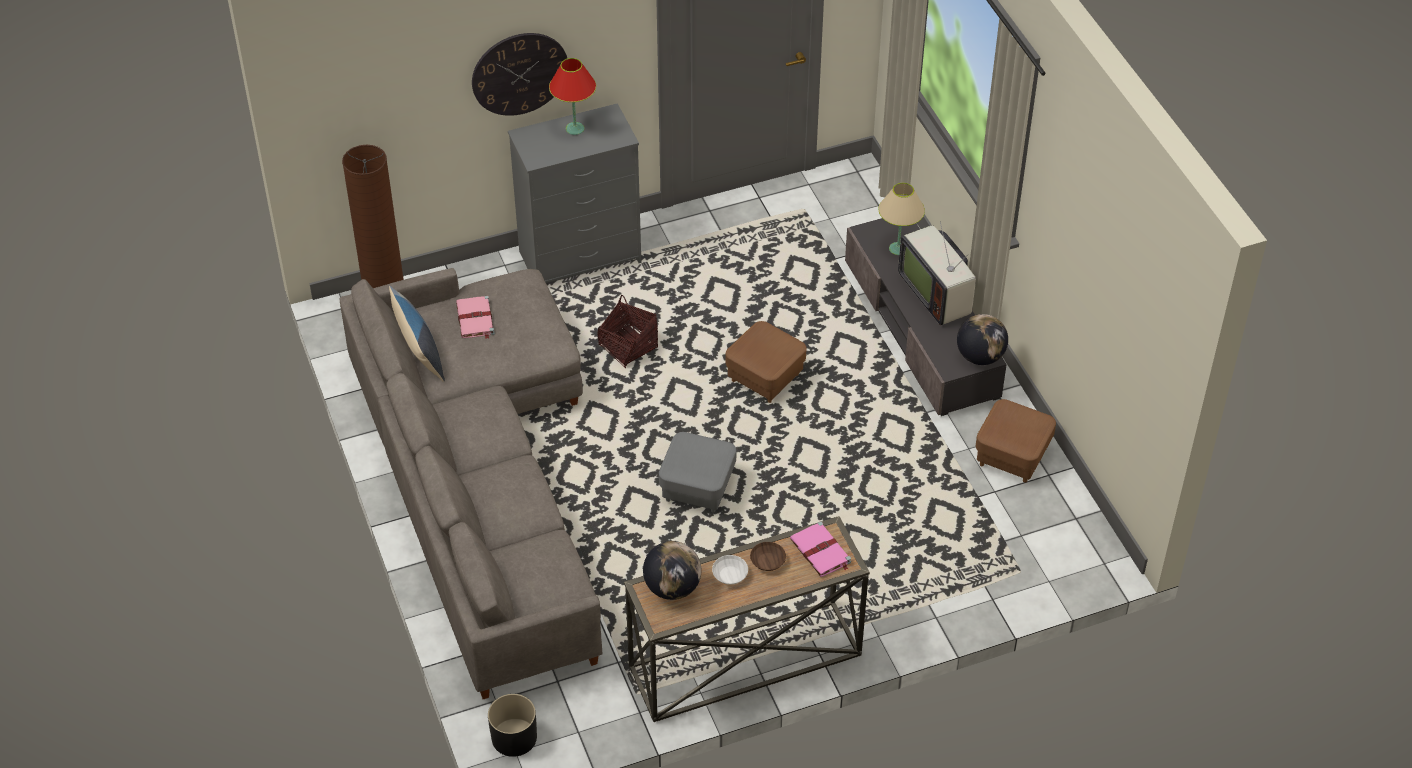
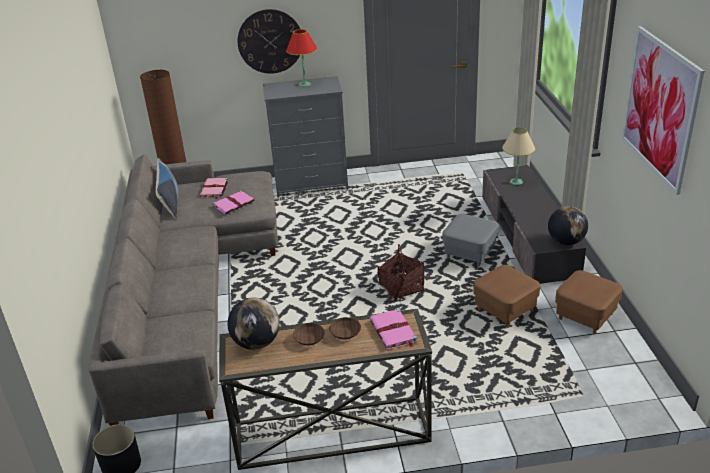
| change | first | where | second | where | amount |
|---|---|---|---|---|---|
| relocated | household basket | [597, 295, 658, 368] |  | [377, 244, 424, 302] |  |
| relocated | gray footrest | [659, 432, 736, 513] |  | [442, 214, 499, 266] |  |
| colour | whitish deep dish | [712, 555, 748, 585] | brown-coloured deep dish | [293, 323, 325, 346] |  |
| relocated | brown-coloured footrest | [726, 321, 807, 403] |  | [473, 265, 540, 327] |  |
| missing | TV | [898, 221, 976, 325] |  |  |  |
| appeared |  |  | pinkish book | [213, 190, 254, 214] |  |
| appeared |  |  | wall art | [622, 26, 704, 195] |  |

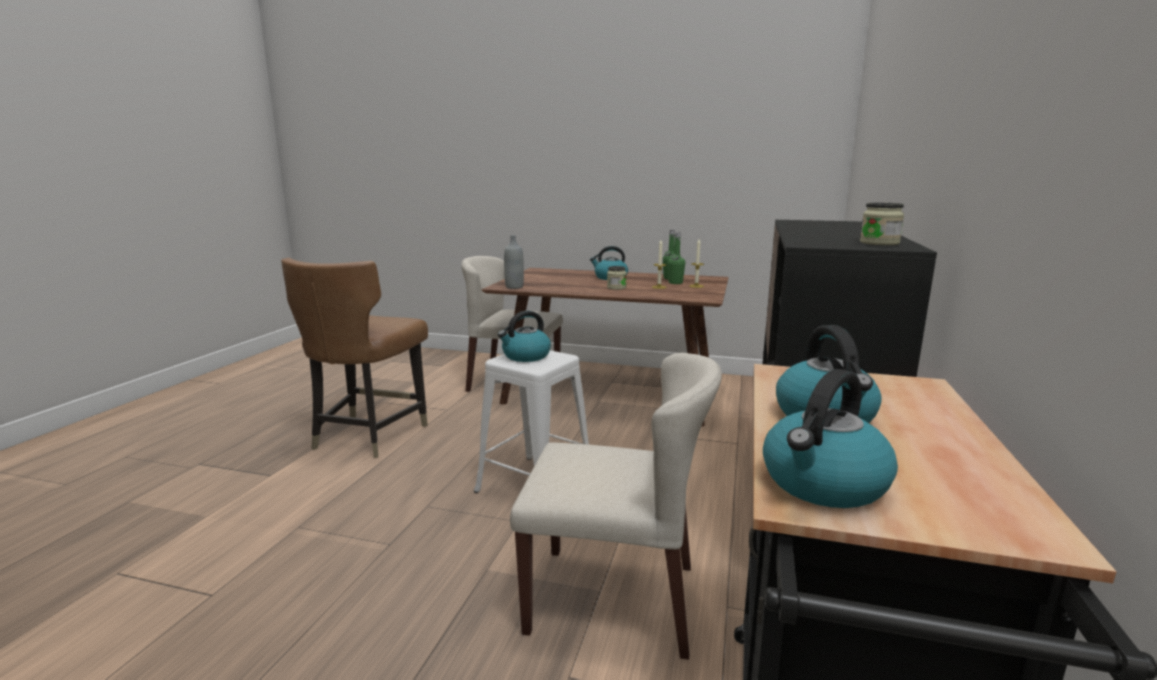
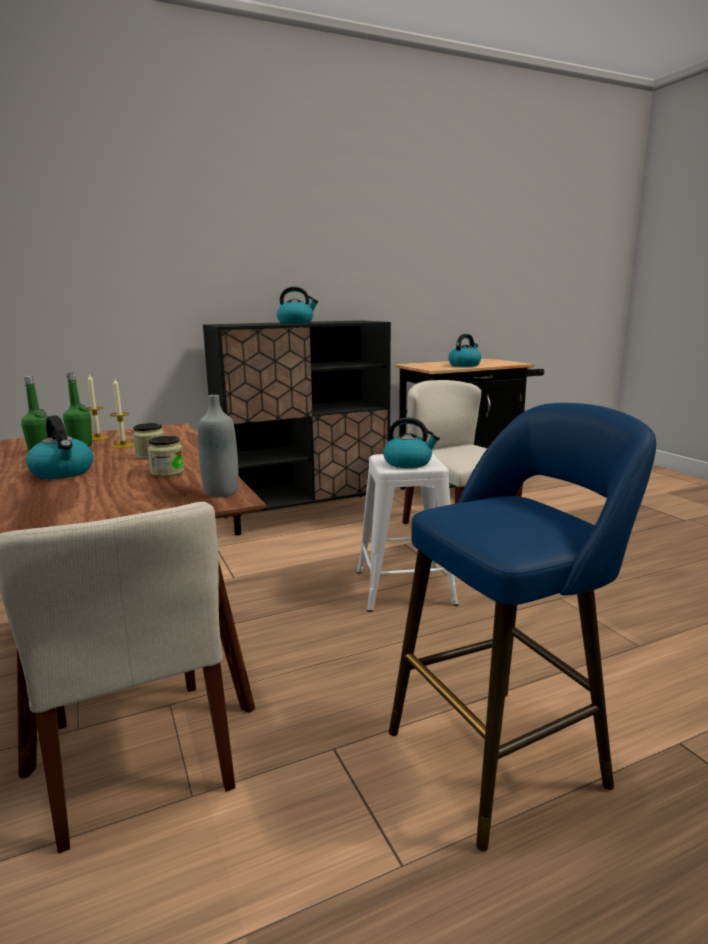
| change | first | where | second | where | amount |
|---|---|---|---|---|---|
| exchanged | brown-coloured chair | [281, 258, 428, 458] | blue sitting stool | [389, 403, 656, 852] |  |
| relocated | kettle | [763, 369, 898, 508] |  | [277, 287, 318, 324] |  |
| relocated | preserve jar | [860, 203, 904, 245] |  | [148, 436, 184, 477] |  |

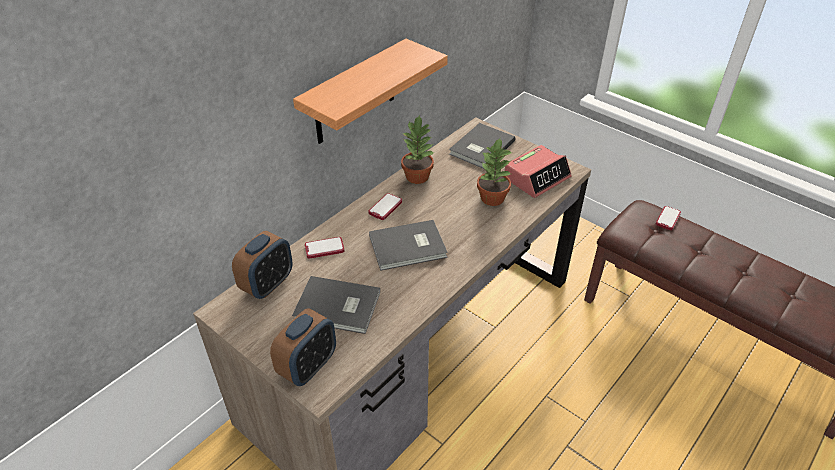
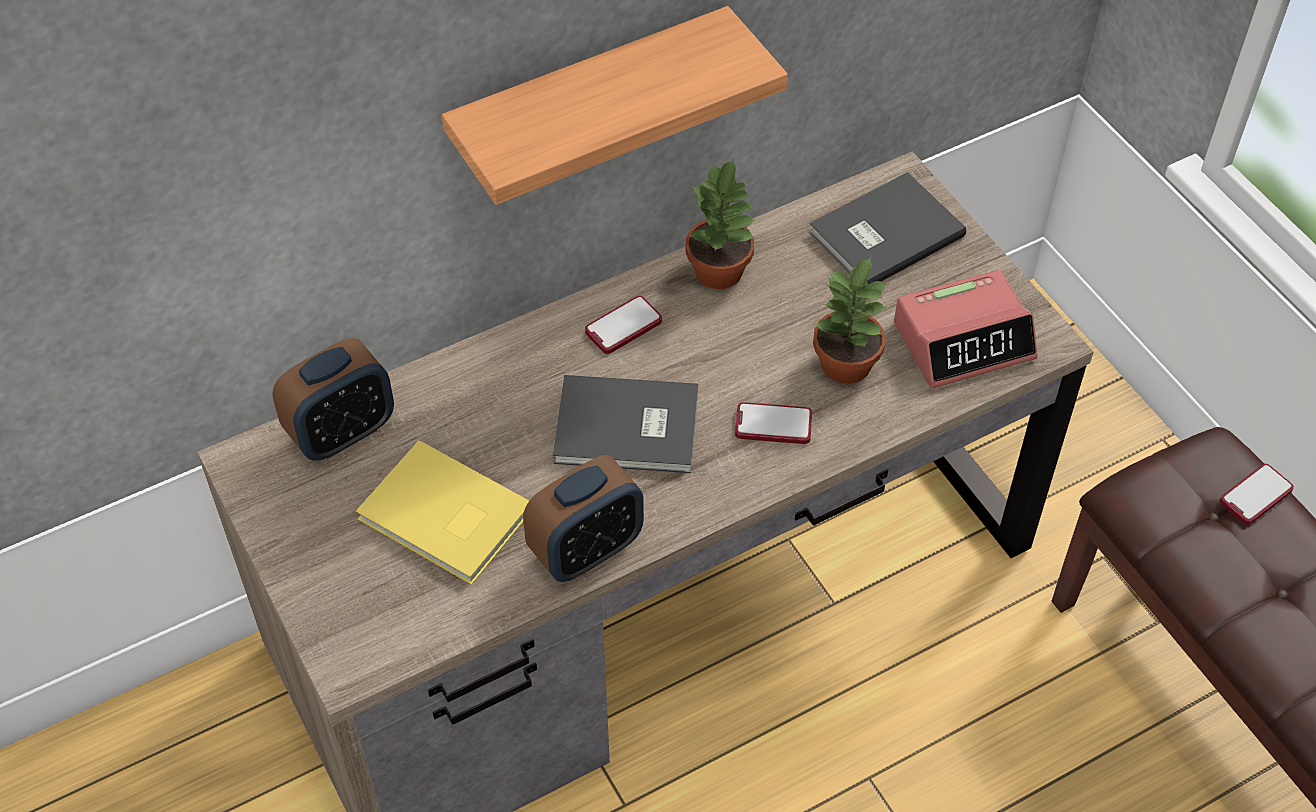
| change | first | where | second | where | amount |
|---|---|---|---|---|---|
| relocated | bedside clock | [270, 308, 336, 386] |  | [523, 455, 644, 582] |  |
| colour | gray book | [292, 276, 380, 334] | yellow book | [356, 440, 529, 585] |  |
| relocated | telephone | [305, 237, 344, 259] |  | [735, 402, 812, 444] |  |

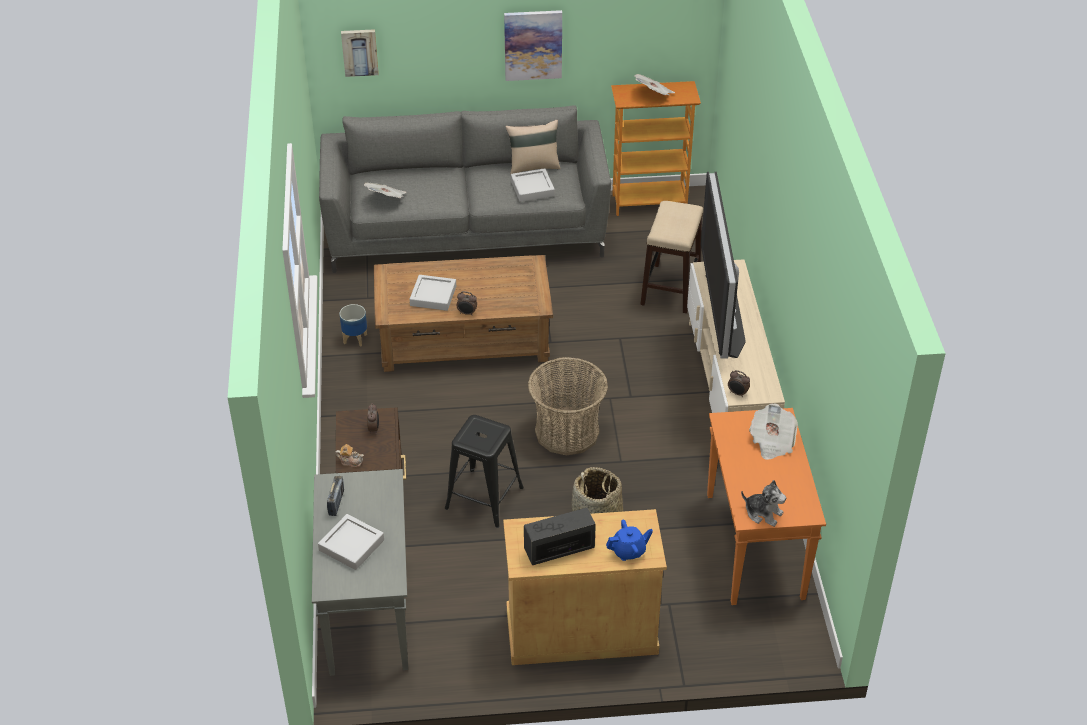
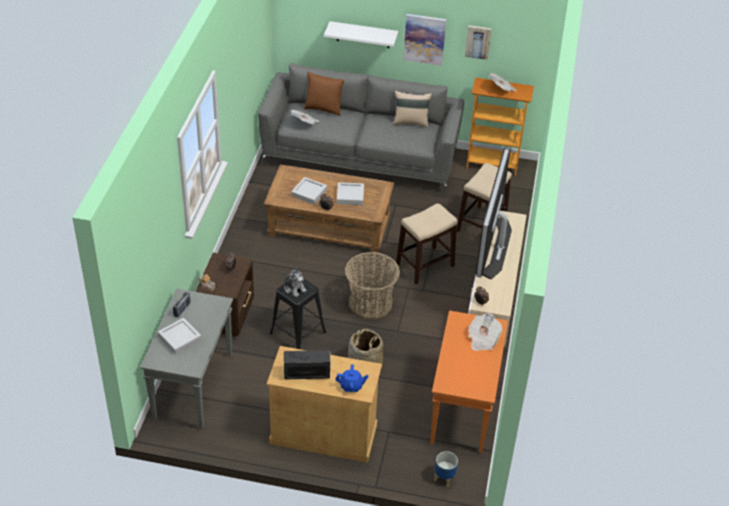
| change | first | where | second | where | amount |
|---|---|---|---|---|---|
| relocated | flower pot | [339, 304, 367, 347] |  | [434, 451, 458, 487] |  |
| relocated | wall art | [341, 29, 379, 77] |  | [465, 25, 492, 60] |  |
| relocated | gray carrying tray | [511, 168, 555, 202] |  | [337, 182, 364, 205] |  |
| relocated | plush toy | [741, 480, 786, 527] |  | [284, 267, 307, 297] |  |
| appeared |  |  | brown-coloured cushion | [304, 72, 345, 116] |  |
| appeared |  |  | whitish wall shelf | [324, 21, 398, 48] |  |
| appeared |  |  | sitting stool | [396, 204, 458, 284] |  |

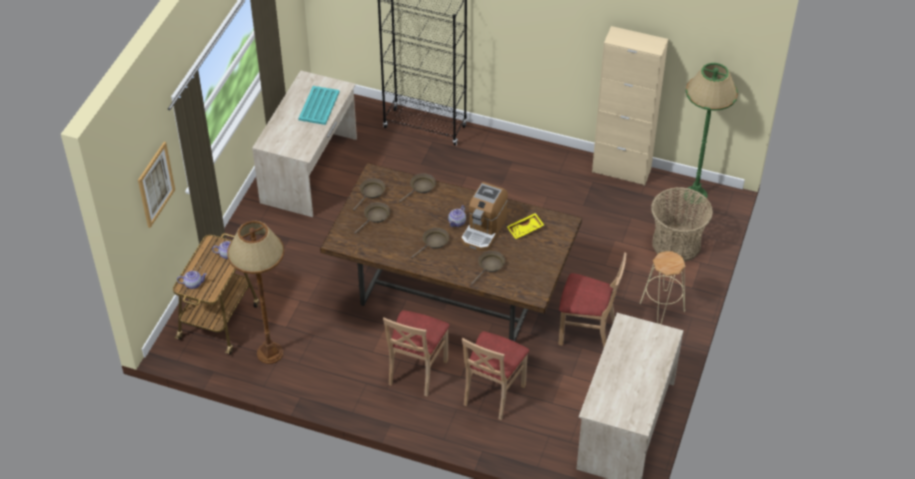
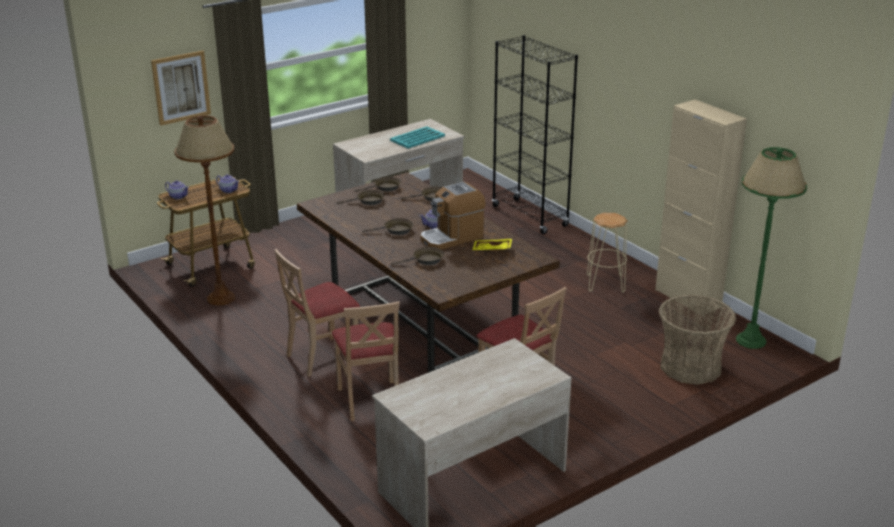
| change | first | where | second | where | amount |
|---|---|---|---|---|---|
| spun | beige-coloured chair | [462, 331, 529, 420] |  | [332, 301, 400, 421] | 75 degrees counterclockwise |
| relocated | beige-coloured sitting stool | [640, 251, 686, 324] |  | [587, 213, 627, 292] |  |

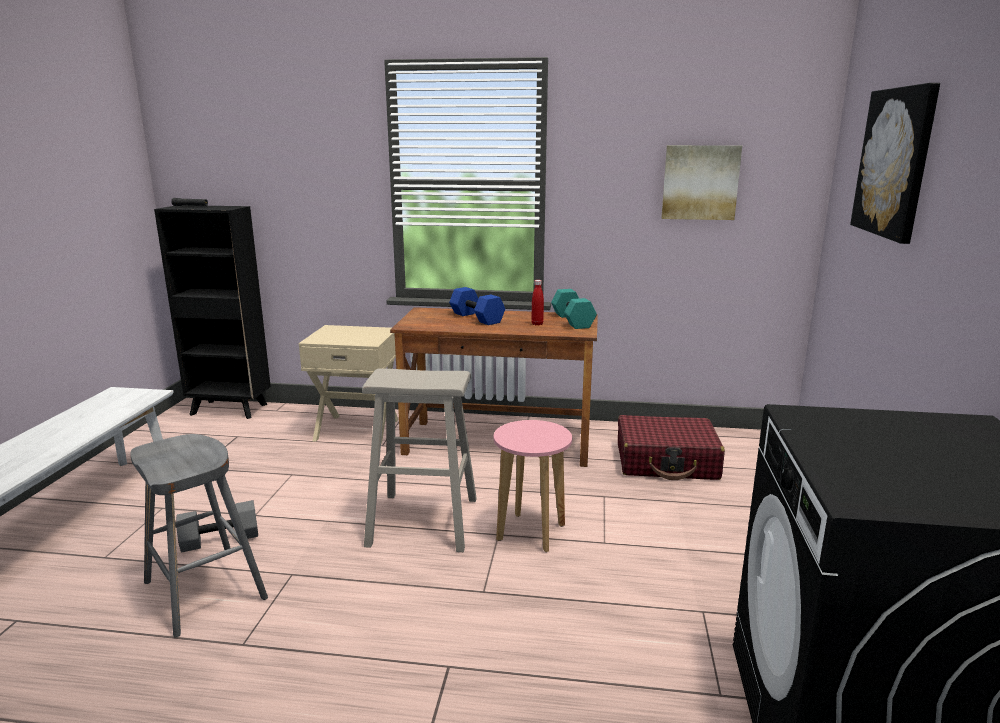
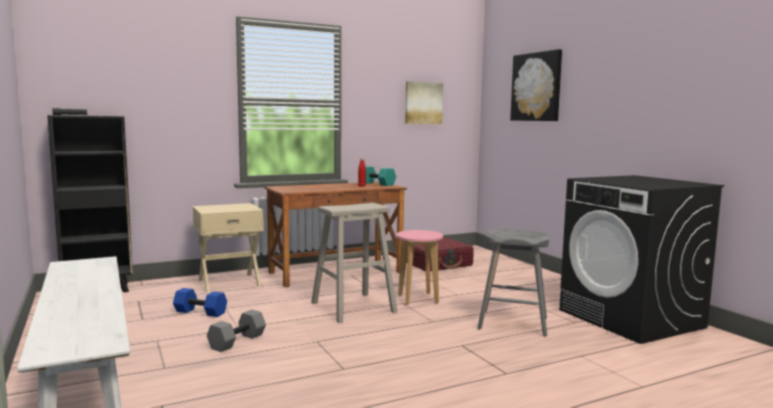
| change | first | where | second | where | amount |
|---|---|---|---|---|---|
| relocated | gray sitting stool | [130, 434, 268, 637] |  | [477, 229, 549, 337] |  |
| relocated | blue hand weight | [449, 287, 505, 325] |  | [173, 288, 227, 317] |  |

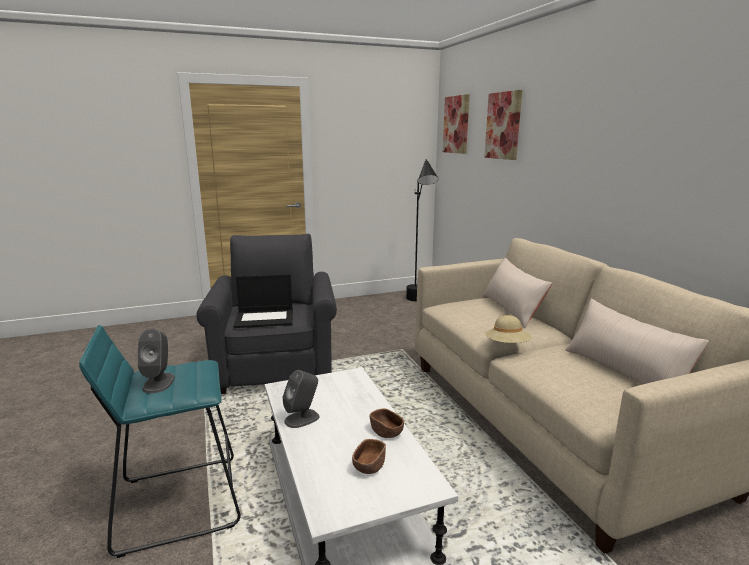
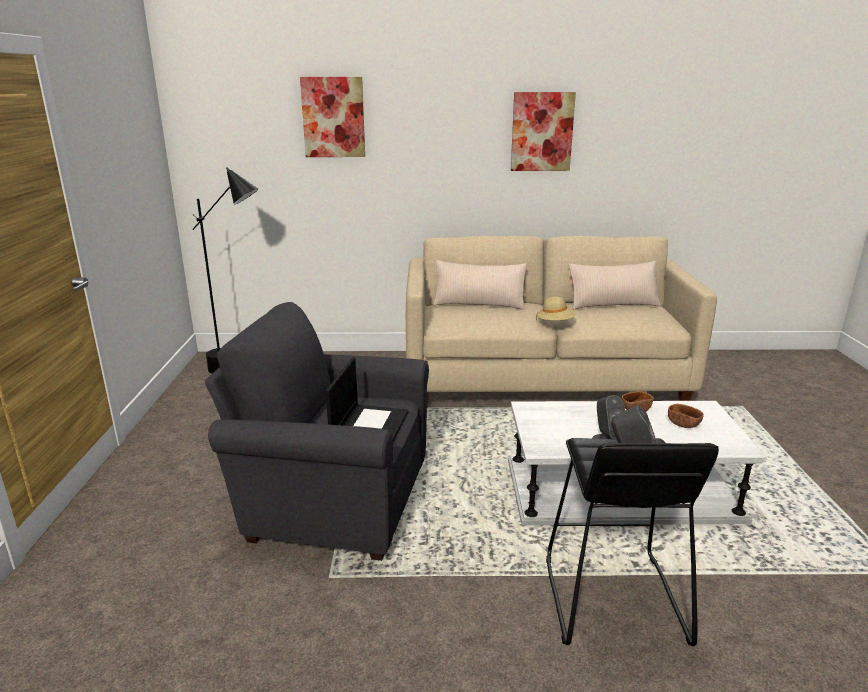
| change | first | where | second | where | amount |
|---|---|---|---|---|---|
| colour | turquoise sitting stool | [79, 325, 241, 558] | blackish sitting stool | [546, 438, 719, 646] |  |
| relocated | wall art | [443, 94, 470, 154] |  | [511, 92, 576, 171] |  |

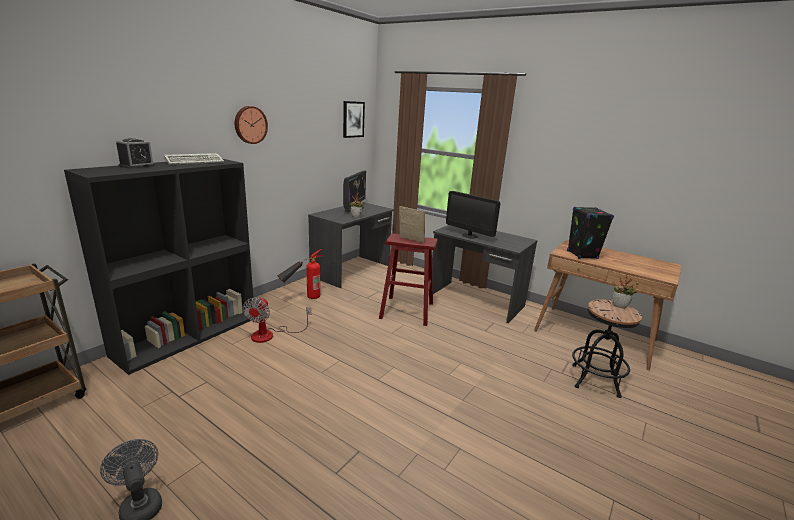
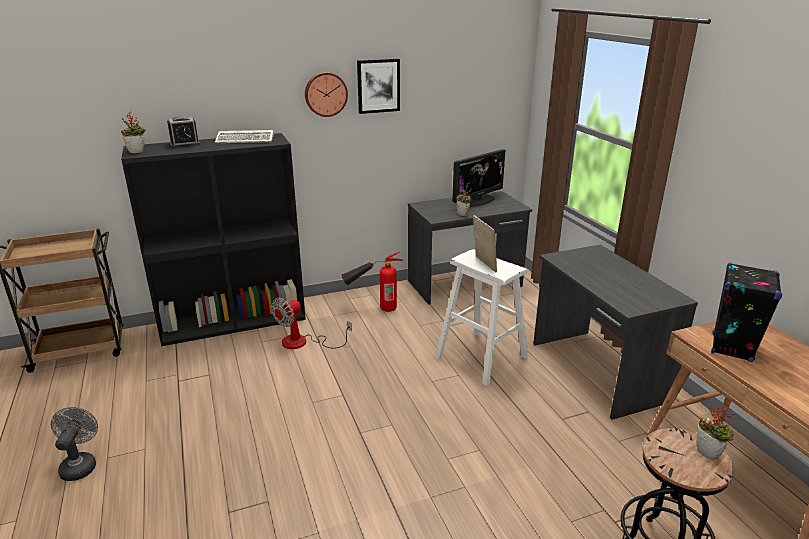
| change | first | where | second | where | amount |
|---|---|---|---|---|---|
| relocated | wall art | [343, 101, 365, 138] |  | [357, 59, 400, 114] |  |
| colour | reddish sitting stool | [379, 234, 438, 326] | whitish sitting stool | [435, 249, 528, 386] |  |
| missing | computer screen | [446, 191, 500, 238] |  |  |  |
| appeared |  |  | potted plant | [121, 112, 146, 153] |  |

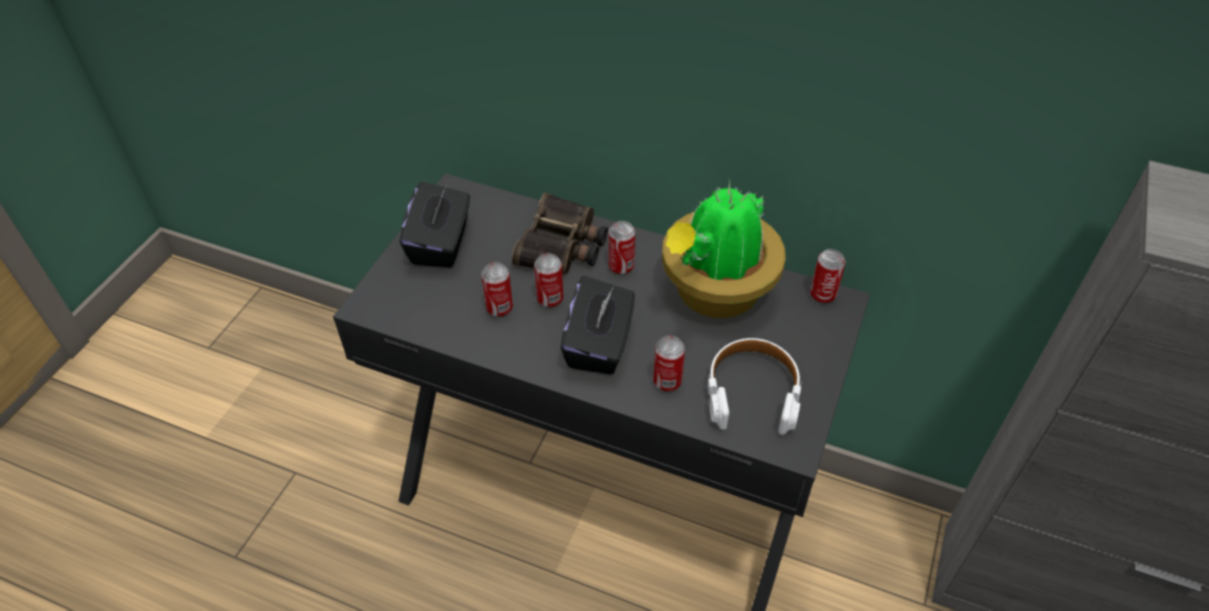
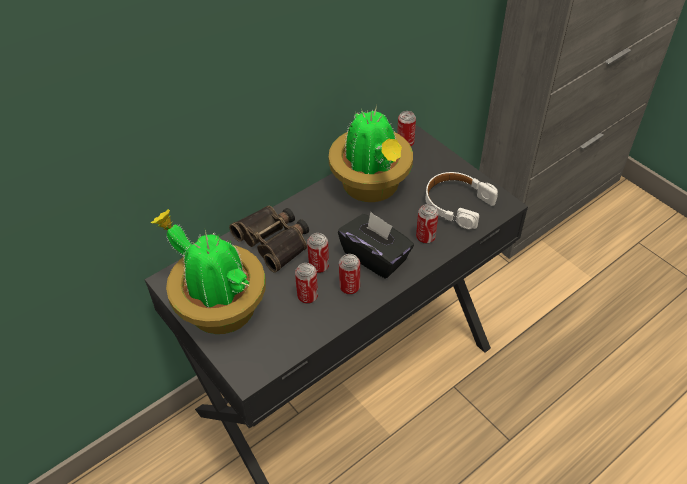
| change | first | where | second | where | amount |
|---|---|---|---|---|---|
| exchanged | blackish tissue box | [400, 181, 470, 268] | potted plant | [151, 209, 266, 334] |  |
| relocated | can | [609, 221, 635, 275] |  | [339, 254, 360, 295] |  |

